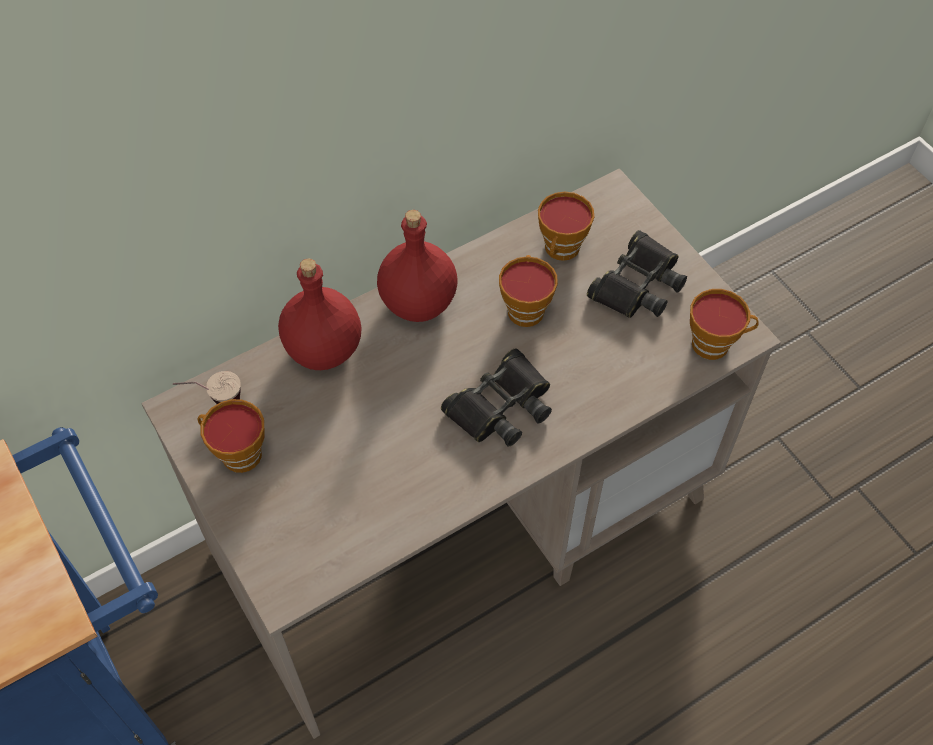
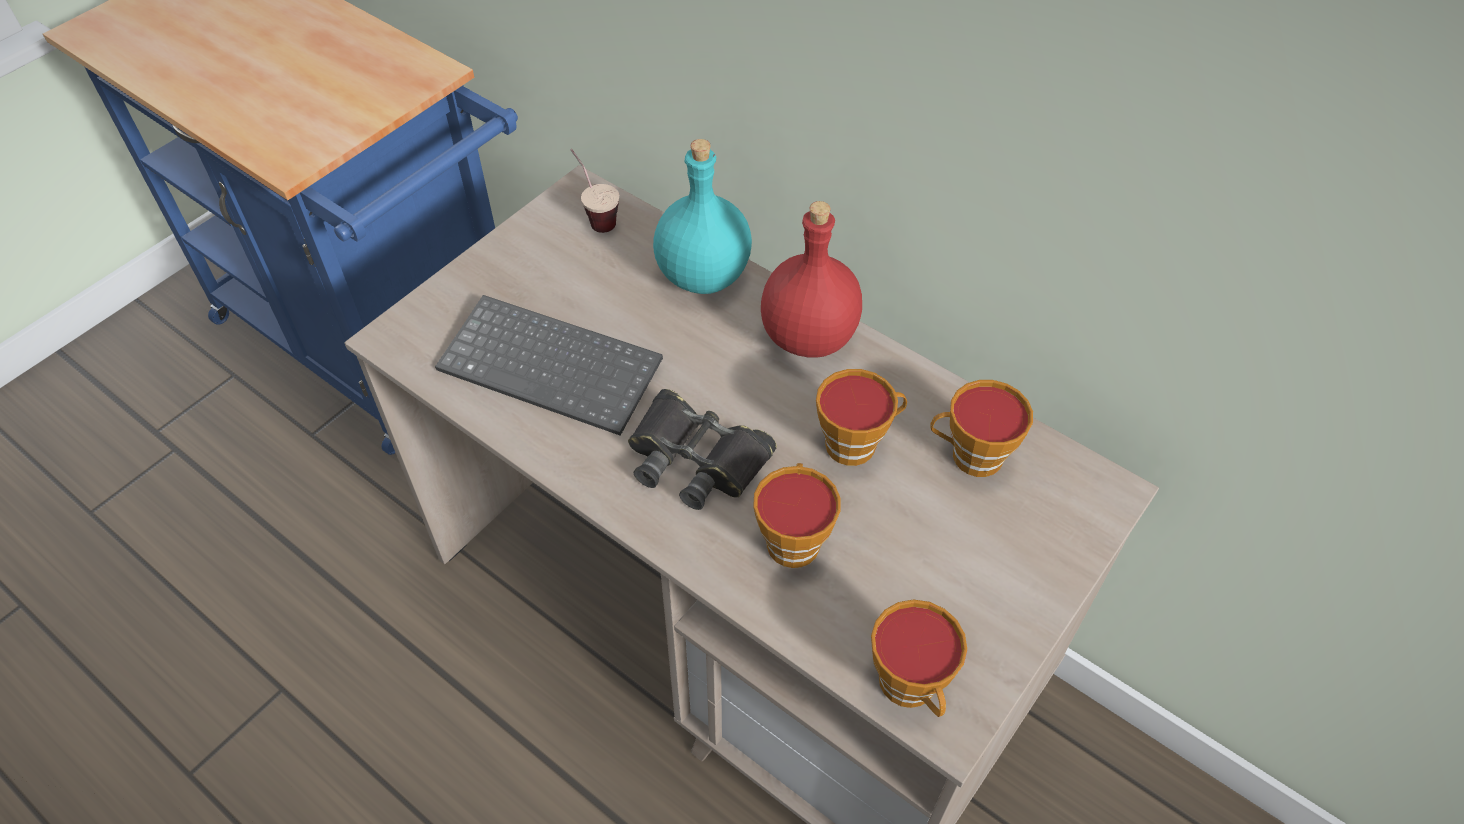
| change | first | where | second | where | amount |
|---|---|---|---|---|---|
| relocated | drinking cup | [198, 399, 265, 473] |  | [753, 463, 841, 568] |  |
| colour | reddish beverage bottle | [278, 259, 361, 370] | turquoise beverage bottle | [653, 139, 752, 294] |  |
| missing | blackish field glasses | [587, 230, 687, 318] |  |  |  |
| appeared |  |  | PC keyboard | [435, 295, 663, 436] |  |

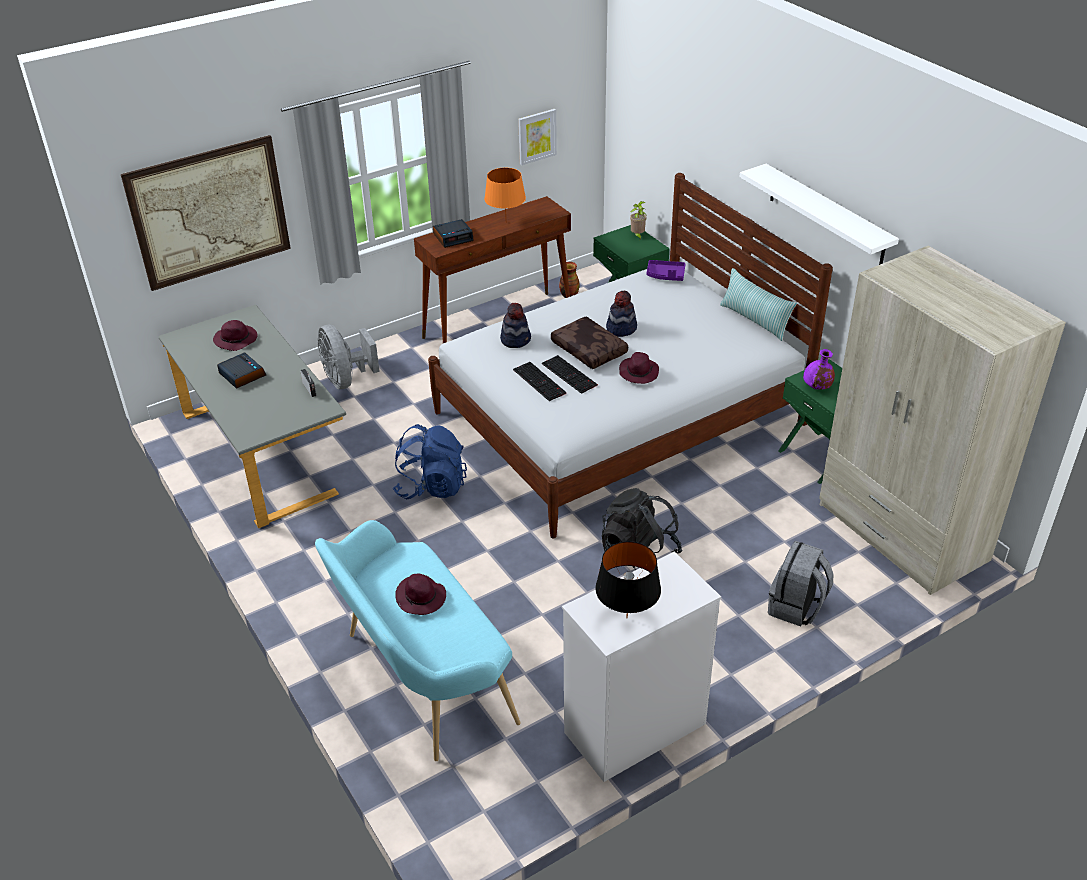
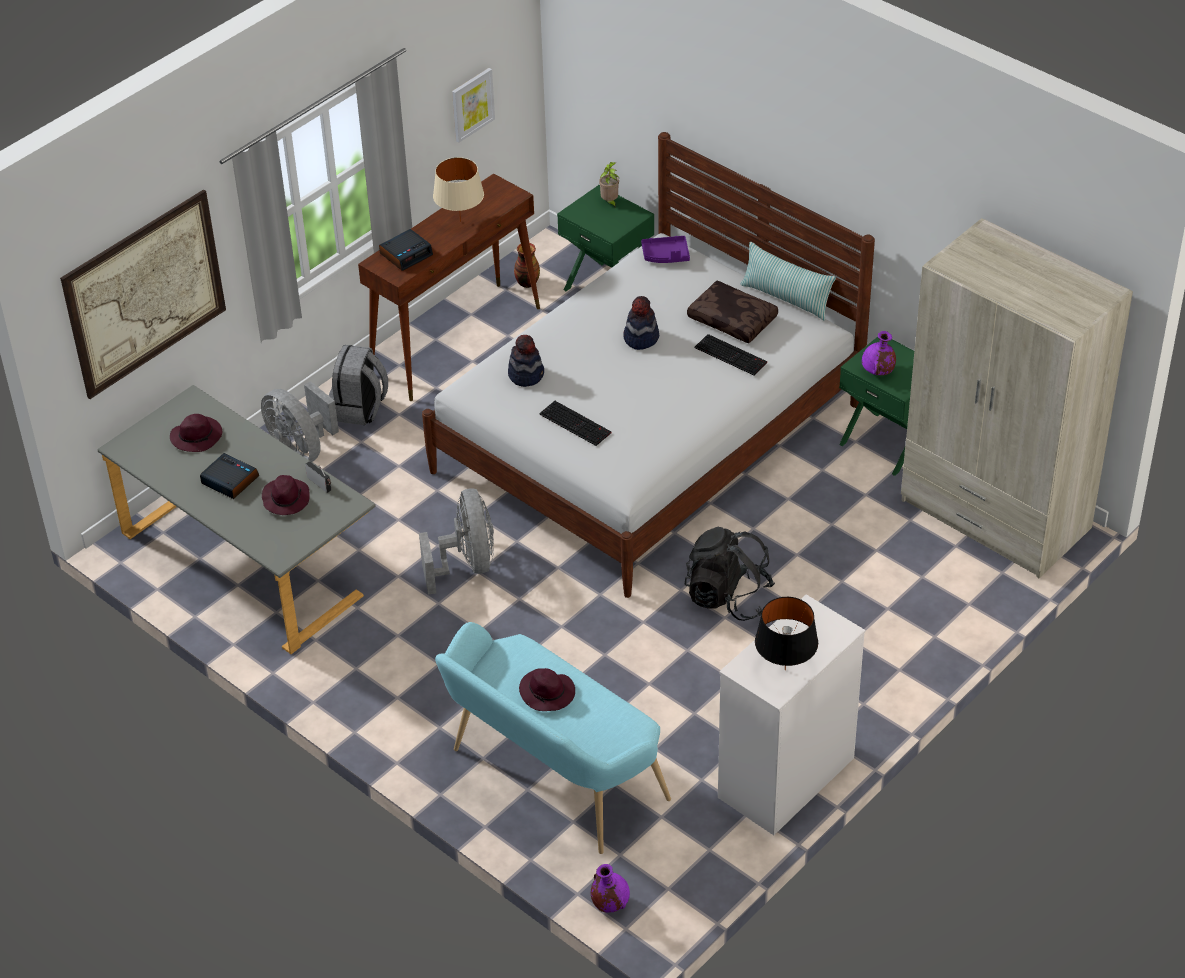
| change | first | where | second | where | amount |
|---|---|---|---|---|---|
| exchanged | blue knapsack | [392, 424, 467, 499] | gray fan | [419, 489, 494, 595] |  |
| colour | orangey lamp for a table | [484, 168, 526, 216] | beige-coloured lamp for a table | [433, 157, 484, 222] |  |
| relocated | PC keyboard | [542, 355, 598, 394] |  | [694, 334, 767, 375] |  |
| relocated | brown-coloured cushion | [551, 317, 628, 369] |  | [687, 281, 778, 343] |  |
| relocated | purple-coloured hat | [619, 352, 659, 384] |  | [262, 475, 310, 515] |  |
| missing | whitish wall shelf | [740, 164, 899, 265] |  |  |  |
| relocated | gray knapsack | [768, 541, 833, 626] |  | [329, 345, 388, 425] |  |
| appeared |  |  | purple-coloured vase | [591, 864, 630, 913] |  |

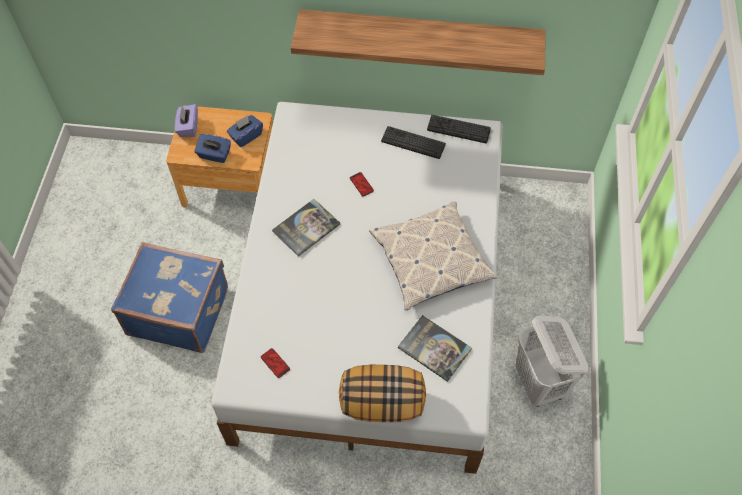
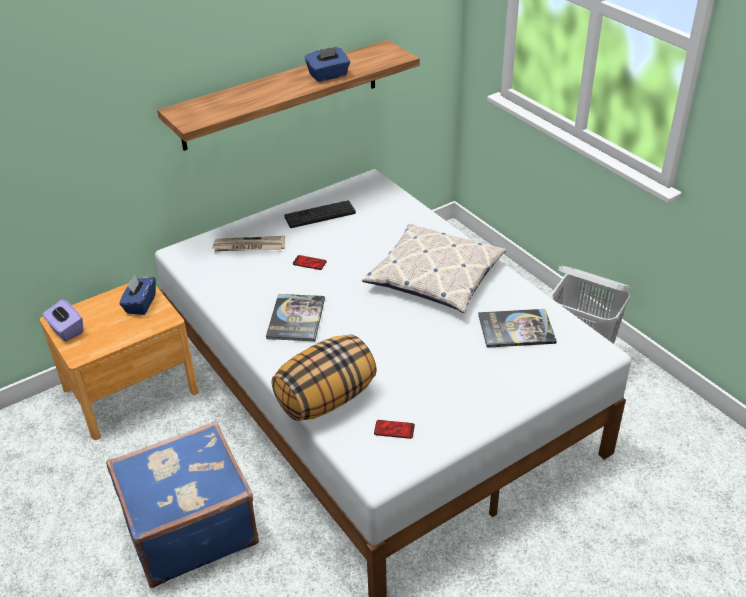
| change | first | where | second | where | amount |
|---|---|---|---|---|---|
| relocated | blue tissue box | [194, 134, 231, 163] |  | [305, 47, 350, 82] |  |
| relocated | cushion | [339, 365, 426, 422] |  | [272, 334, 377, 421] |  |
| missing | PC keyboard | [427, 115, 491, 143] |  |  |  |
| appeared |  |  | newspaper | [212, 236, 285, 251] |  |

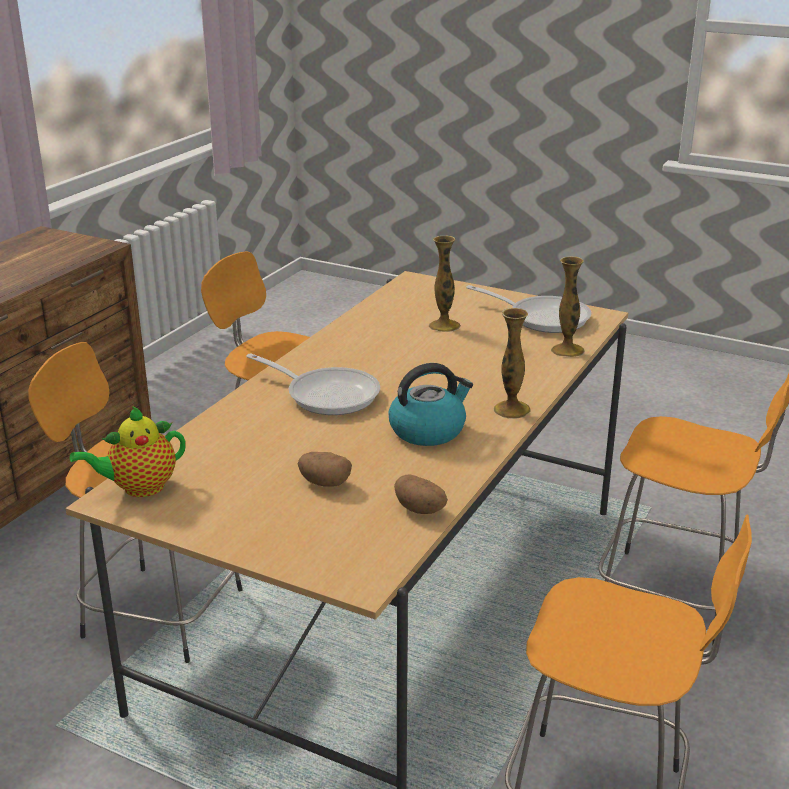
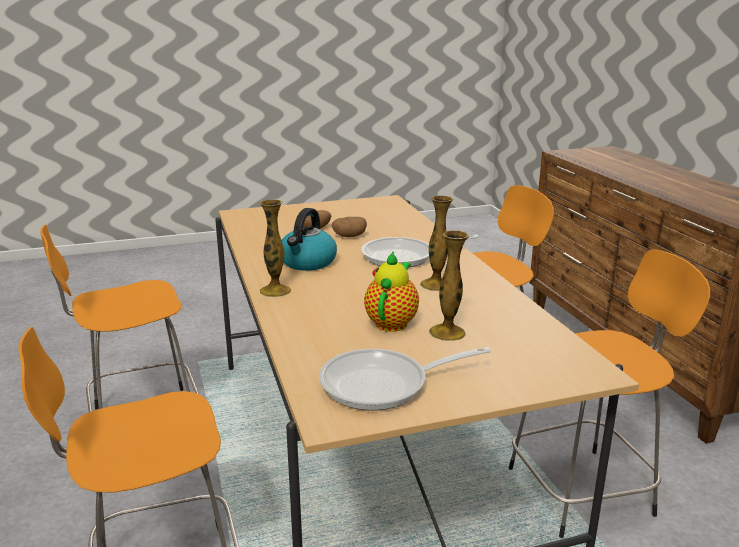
| change | first | where | second | where | amount |
|---|---|---|---|---|---|
| relocated | teapot | [70, 406, 186, 497] |  | [364, 252, 419, 332] |  |
| relocated | potato | [394, 475, 448, 514] |  | [332, 217, 367, 237] |  |
| relocated | vase | [551, 256, 585, 357] |  | [420, 195, 453, 291] |  |

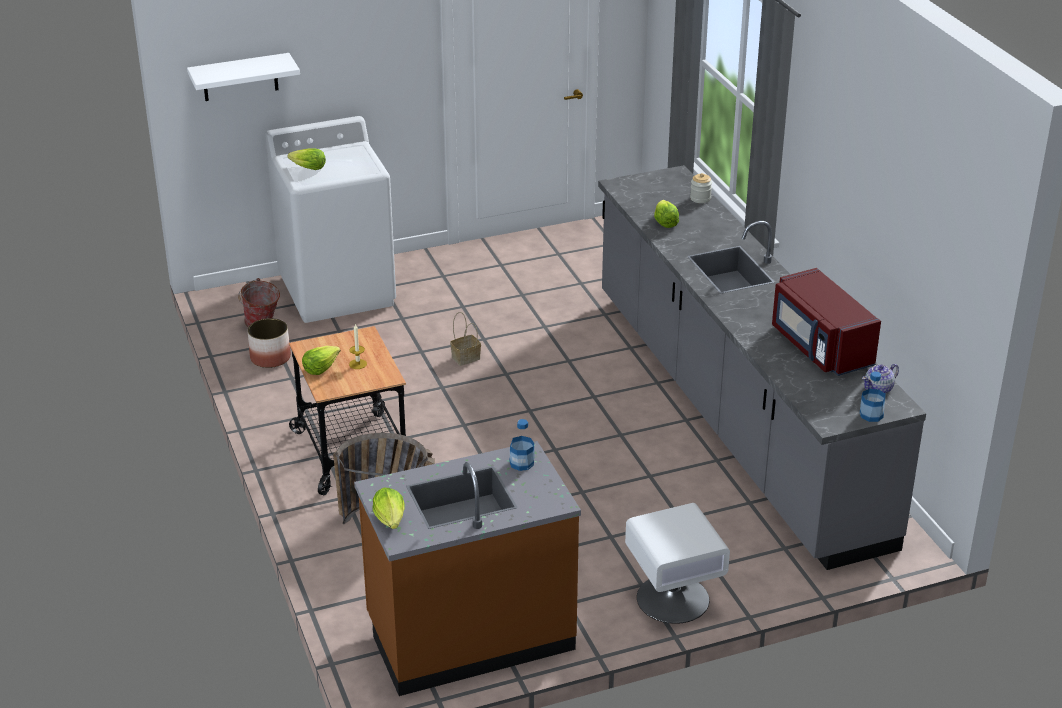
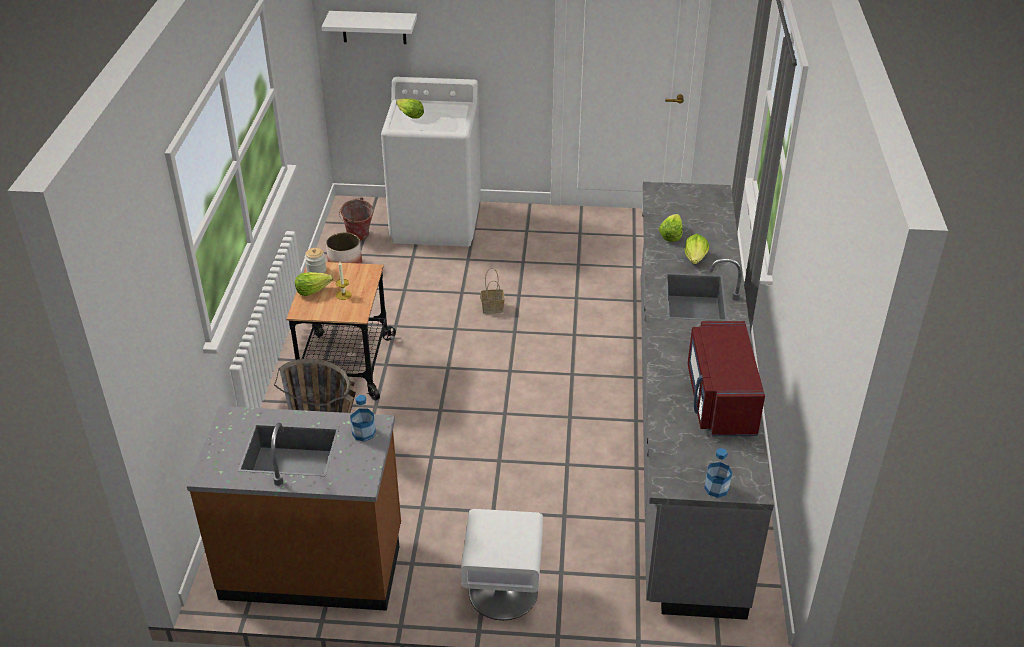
| change | first | where | second | where | amount |
|---|---|---|---|---|---|
| relocated | head of lettuce | [372, 488, 405, 529] |  | [685, 234, 709, 264] |  |
| relocated | preserve jar | [690, 173, 712, 203] |  | [305, 248, 326, 273] |  |
| missing | teapot | [862, 364, 899, 394] |  |  |  |

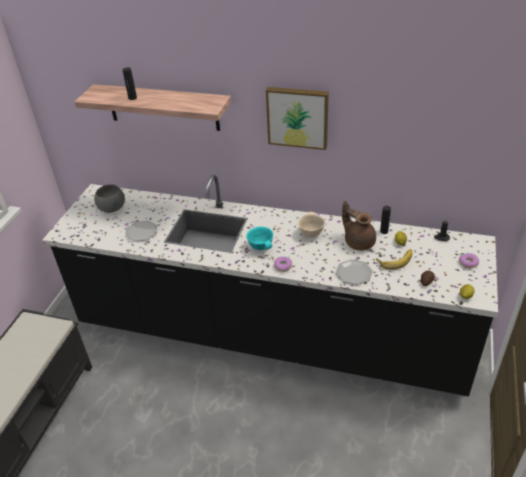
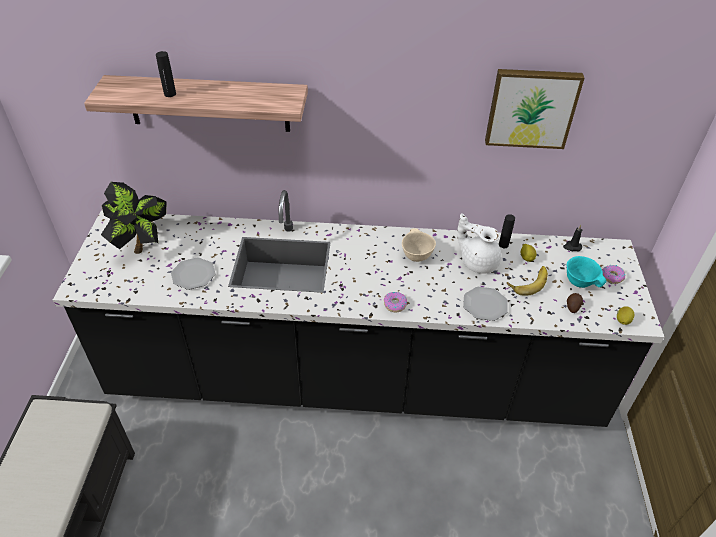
| change | first | where | second | where | amount |
|---|---|---|---|---|---|
| exchanged | gray deep dish | [94, 184, 125, 213] | potted plant | [101, 182, 167, 254] |  |
| relocated | turquoise deep dish | [246, 227, 273, 250] |  | [567, 256, 606, 288] |  |
| relocated | wall art | [266, 87, 329, 150] |  | [485, 69, 584, 149] |  |
| colour | brown-coloured teapot | [342, 201, 376, 250] | whitish teapot | [457, 213, 501, 274] |  |

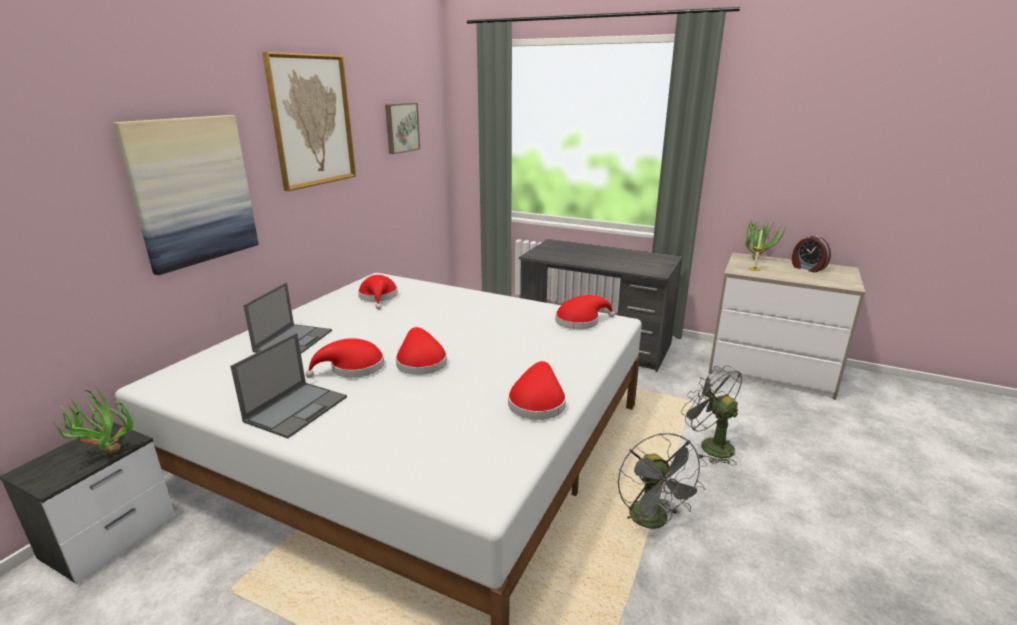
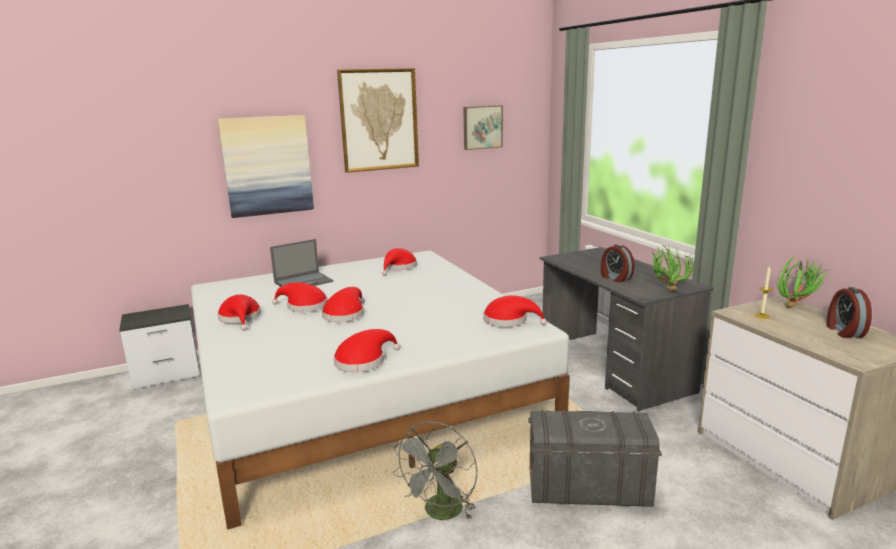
| change | first | where | second | where | amount |
|---|---|---|---|---|---|
| relocated | potted plant | [53, 386, 134, 453] |  | [651, 245, 693, 291] |  |
| exchanged | portable computer | [230, 333, 347, 438] | reddish hat | [217, 295, 261, 331] |  |
| exchanged | gray fan | [681, 365, 742, 465] | gray storage box | [528, 410, 662, 507] |  |
| appeared |  |  | bedside clock | [601, 244, 634, 282] |  |

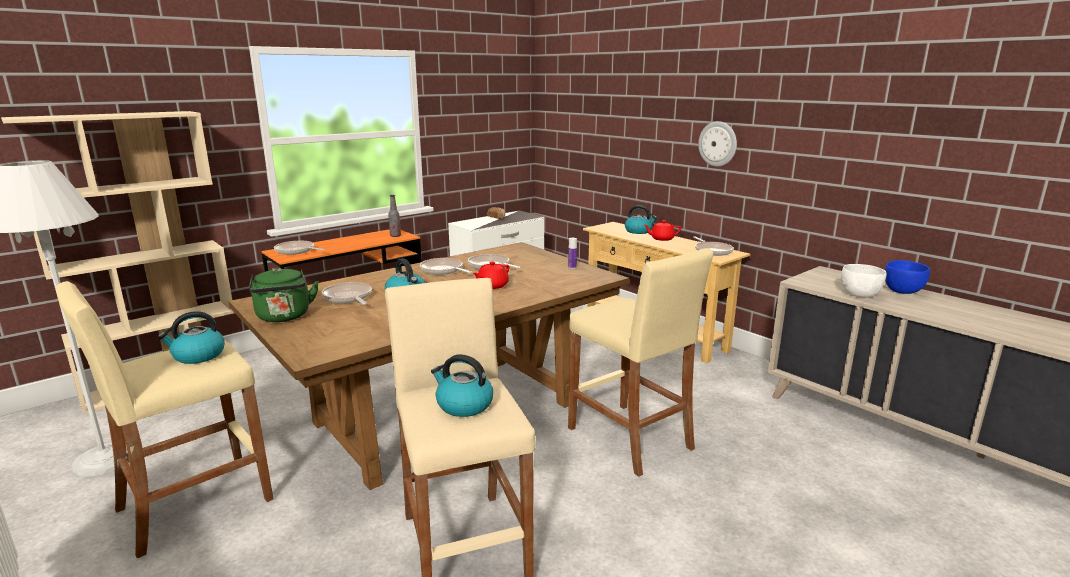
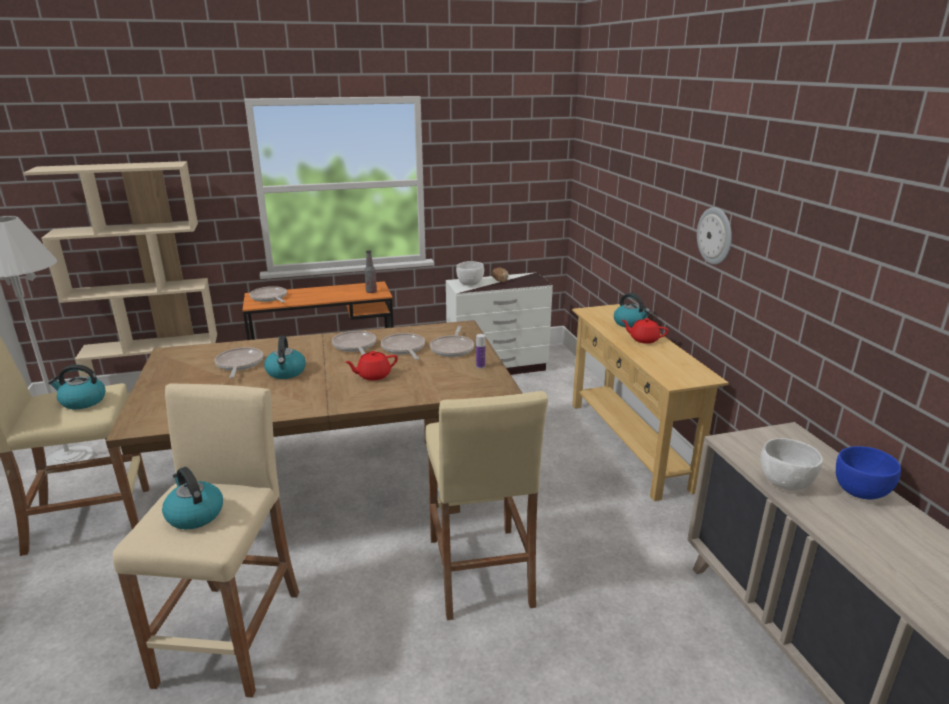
| change | first | where | second | where | amount |
|---|---|---|---|---|---|
| missing | green-coloured kettle | [249, 268, 319, 322] |  |  |  |
| relocated | skillet | [693, 236, 734, 256] |  | [430, 326, 474, 357] |  |
| appeared |  |  | whitish deep dish | [456, 261, 484, 286] |  |

